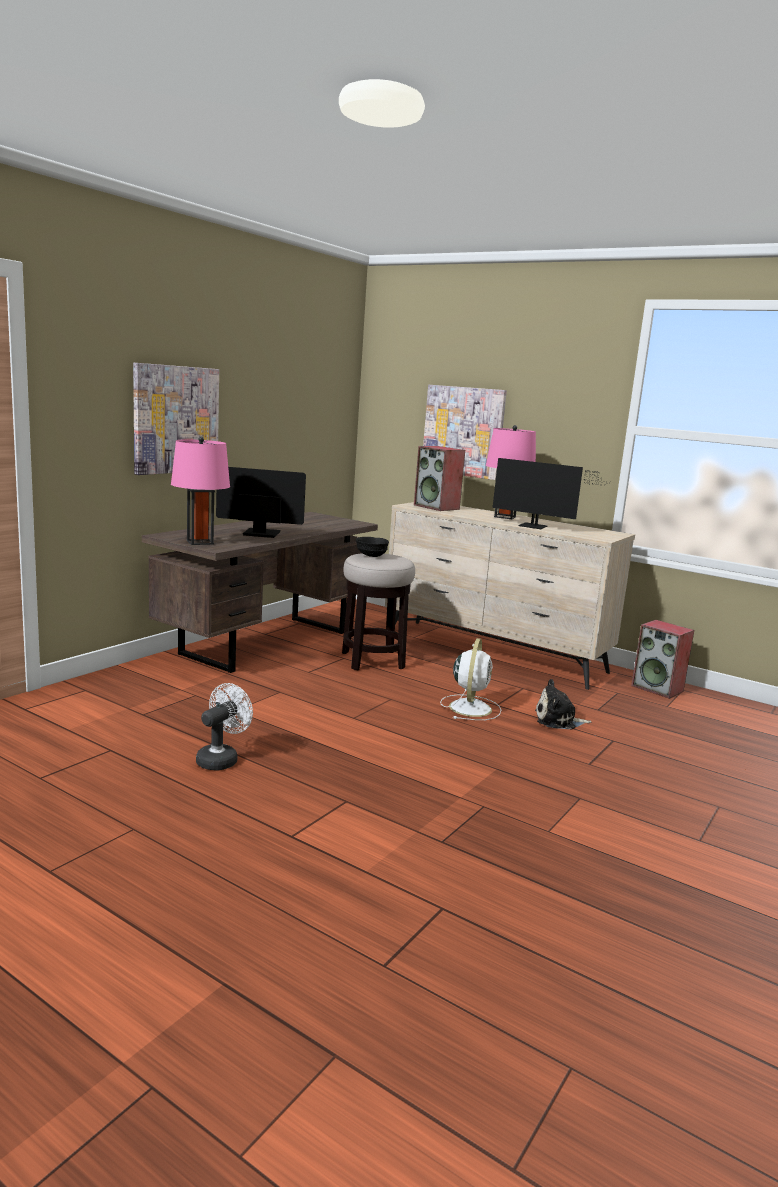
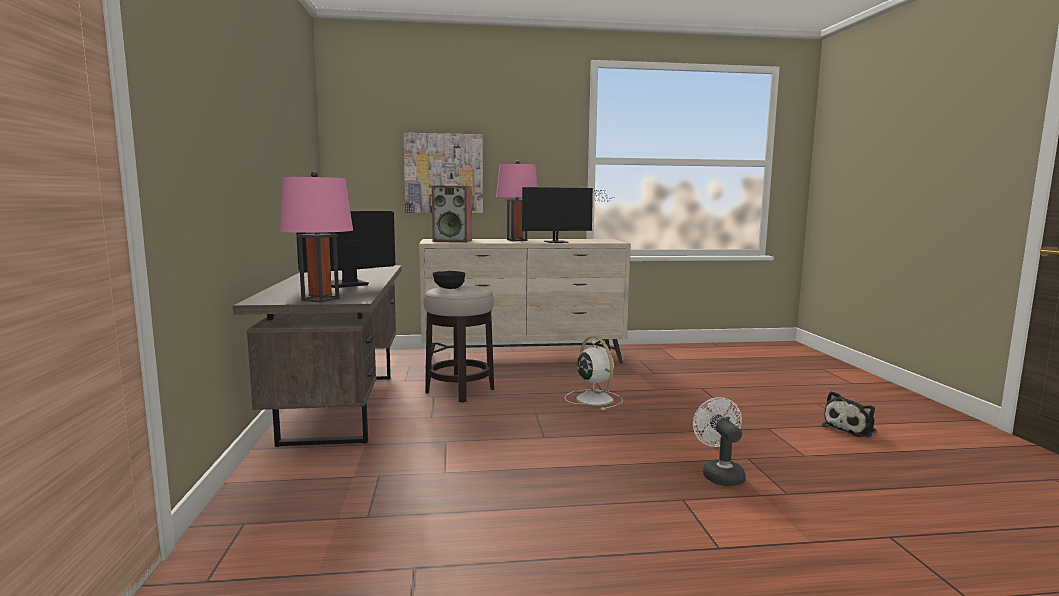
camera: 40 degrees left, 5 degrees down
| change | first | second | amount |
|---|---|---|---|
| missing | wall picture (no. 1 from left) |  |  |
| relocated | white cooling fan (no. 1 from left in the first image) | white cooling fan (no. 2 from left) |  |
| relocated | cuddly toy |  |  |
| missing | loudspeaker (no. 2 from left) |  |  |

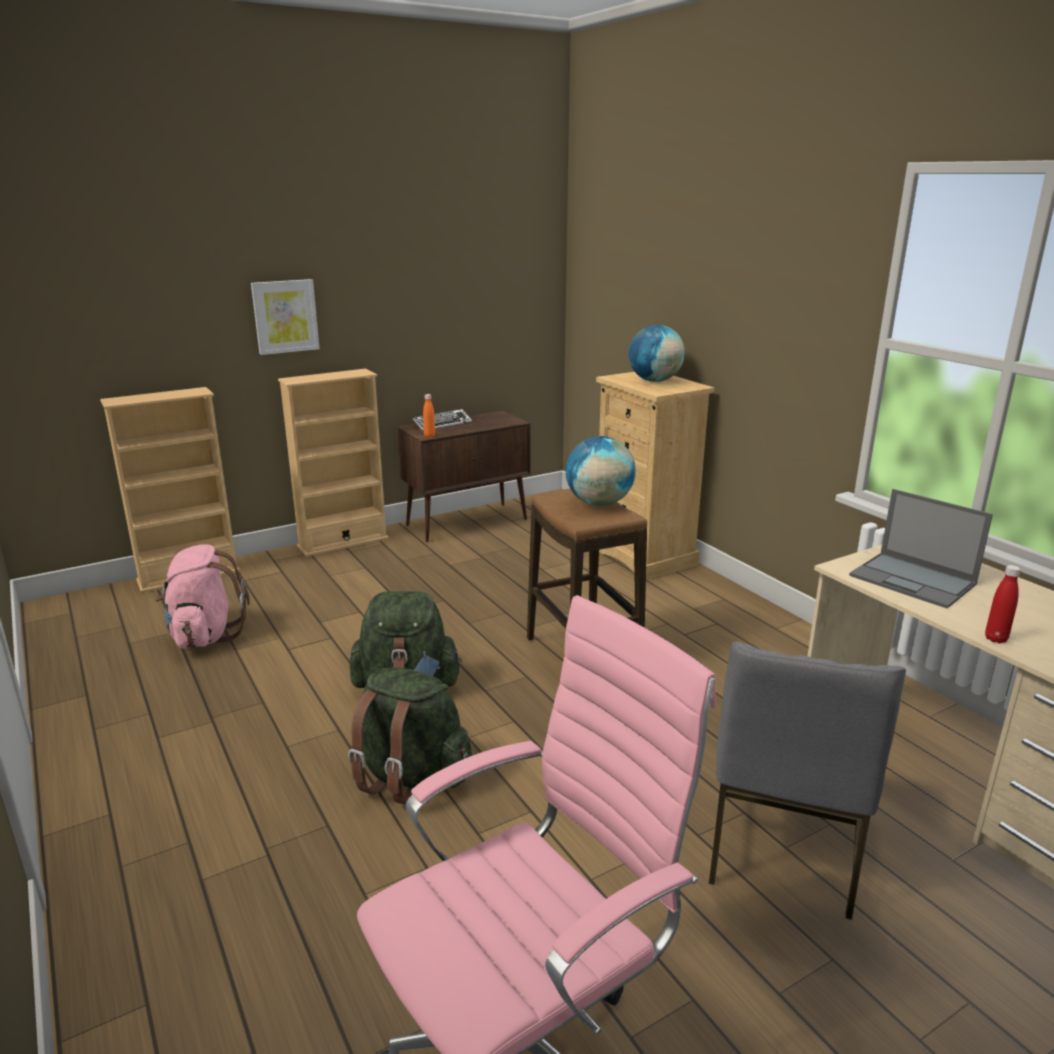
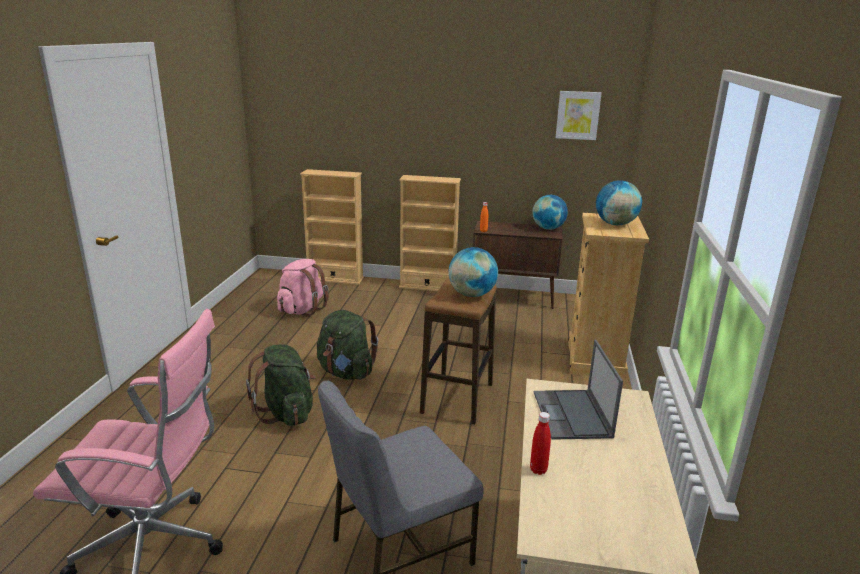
camera: 40 degrees right, 0 degrees up
| change | first | second | amount |
|---|---|---|---|
| relocated | wall picture |  |  |
| missing | computer keyboard |  |  |
| appeared |  | desk globe (no. 2 from left) |  |

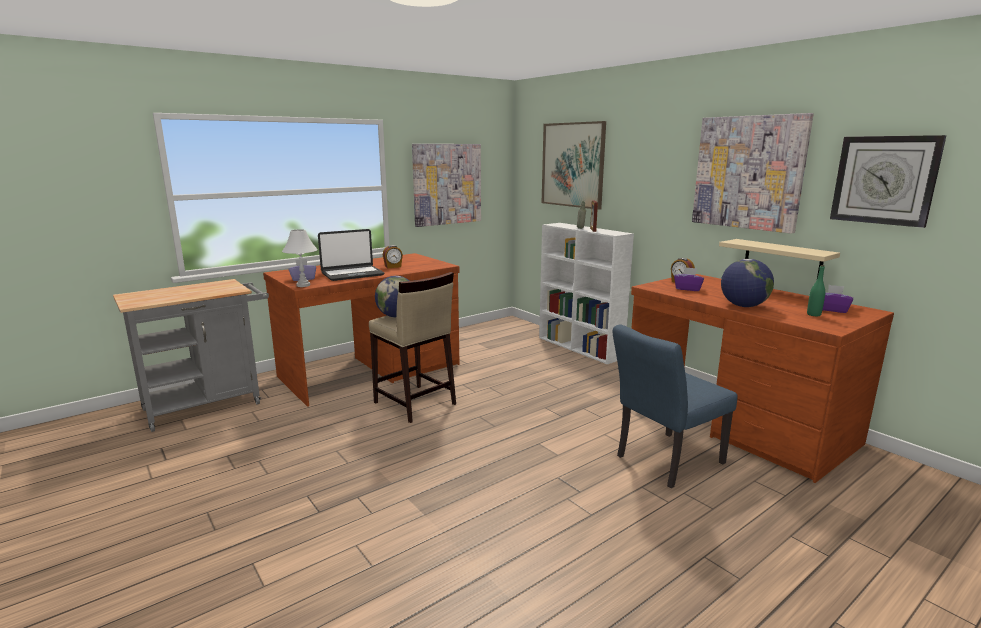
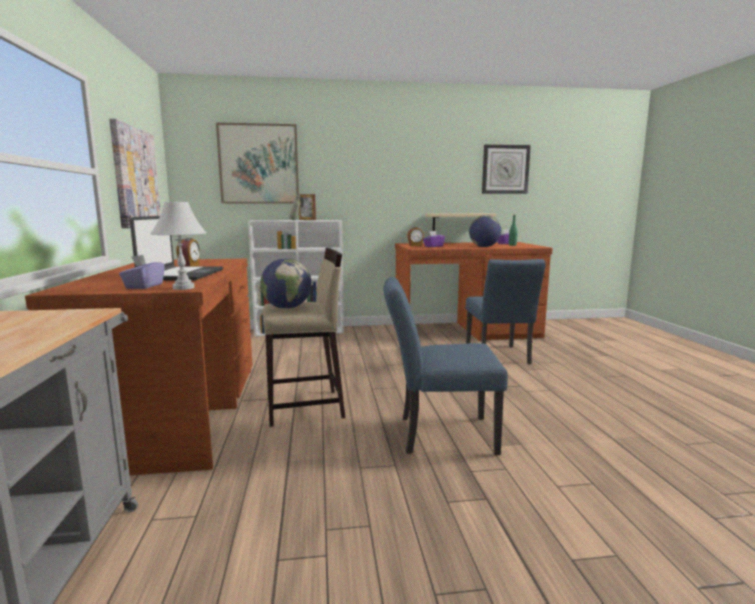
camera: 60 degrees left, 5 degrees down
| change | first | second | amount |
|---|---|---|---|
| missing | wall picture (no. 3 from left) |  |  |
| appeared |  | blue plain chair (no. 1 from left) |  |

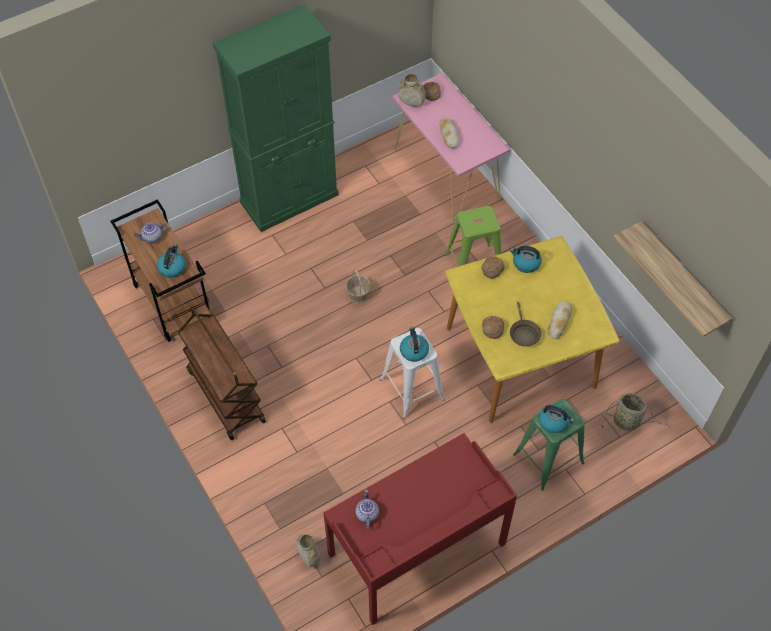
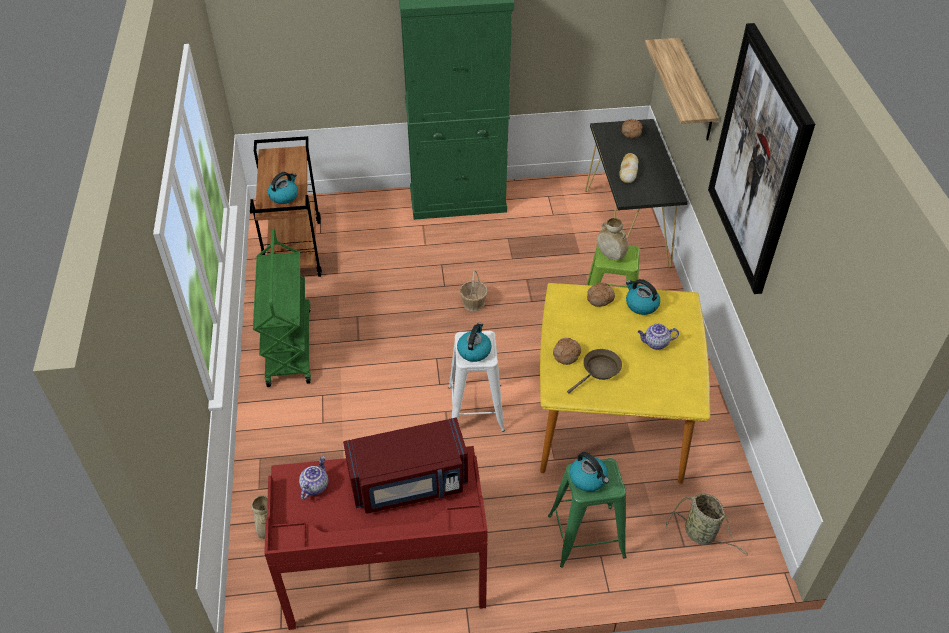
camera: 25 degrees right, 10 degrees down
| change | first | second | amount |
|---|---|---|---|
| relocated | tea pot (no. 1 from left in the first image) | tea pot (no. 2 from left) |  |
| colour | brownish trolley (no. 2 from left) | green-coloured trolley |  |
| colour | pink hall table | blackish hall table |  |
| relocated | sand-coloured decorative vase (no. 2 from left) |  |  |
| spun | brownish pan |  | 150 degrees counterclockwise |
| missing | bread (no. 5 from left) |  |  |
| relocated | wall shelf |  |  |
| appeared |  | red microwave oven |  |
| appeared |  | wall picture |  |

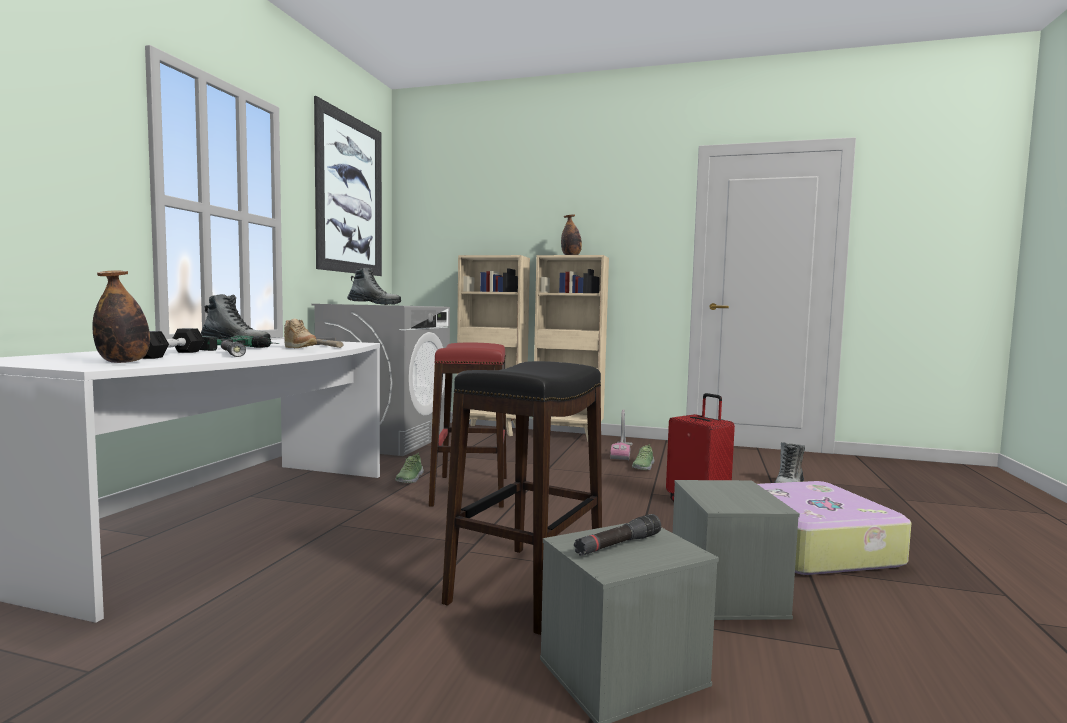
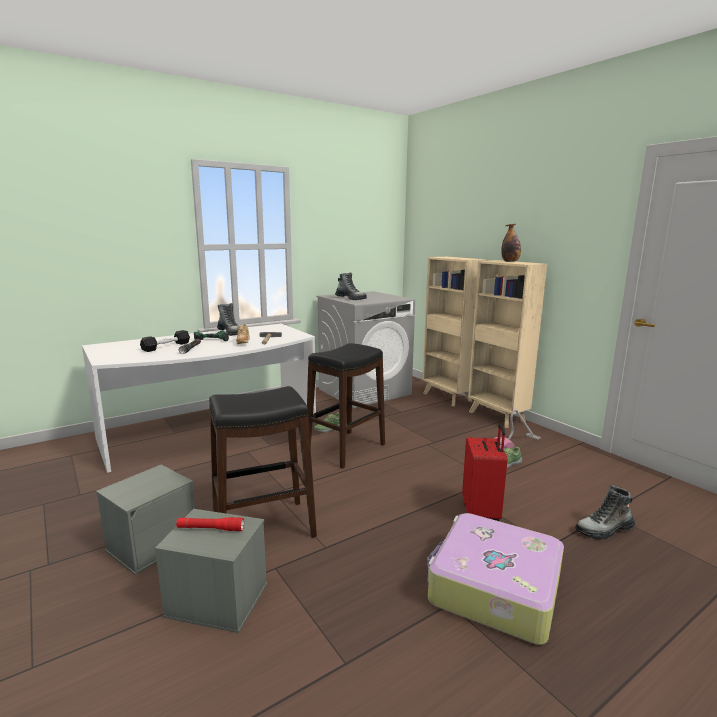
camera: 40 degrees right, 10 degrees up
| change | first | second | amount |
|---|---|---|---|
| missing | beverage bottle (no. 1 from left) |  |  |
| missing | wall picture |  |  |
| colour | red stool | blackish stool (no. 2 from left) |  |
| colour | blackish flashlight (no. 2 from left) | red flashlight |  |
| relocated | grey storage box (no. 2 from left in the first image) | grey storage box (no. 1 from left) |  |

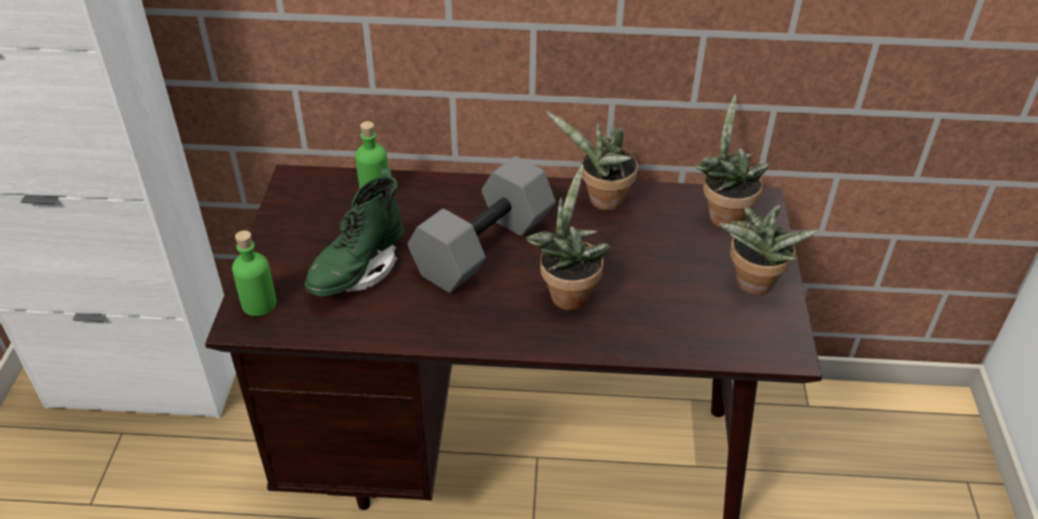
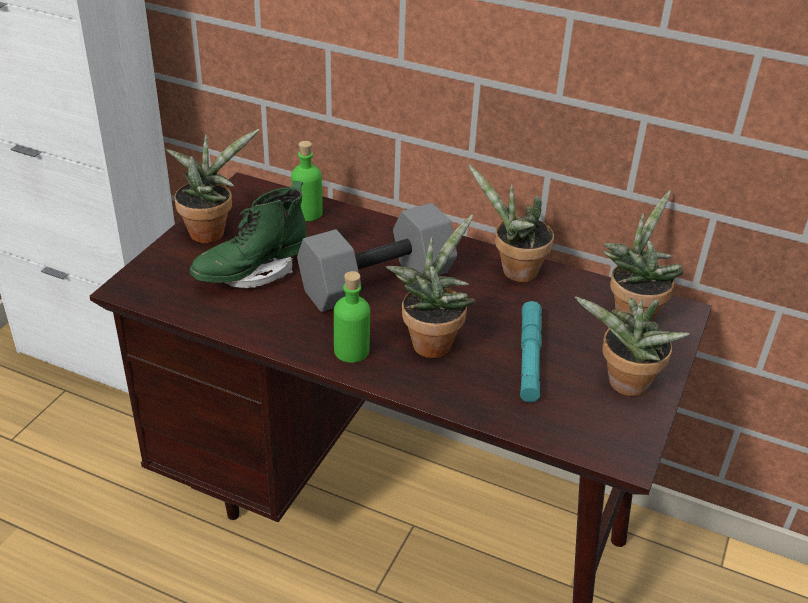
camera: 20 degrees right, 5 degrees down
| change | first | second | amount |
|---|---|---|---|
| relocated | green-coloured beverage bottle (no. 1 from left in the first image) | green-coloured beverage bottle (no. 2 from left) |  |
| appeared |  | potted plant (no. 1 from left) |  |
| appeared |  | turquoise flashlight |  |

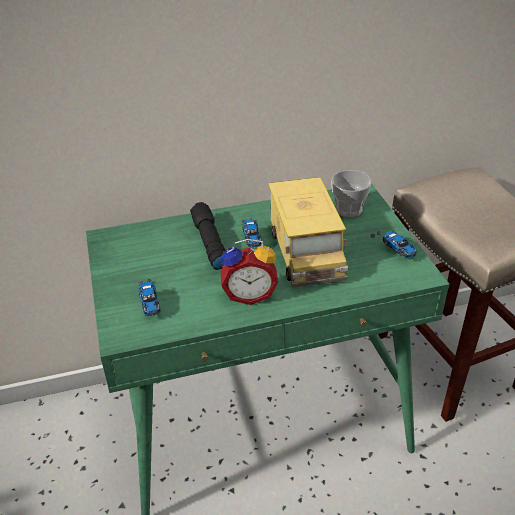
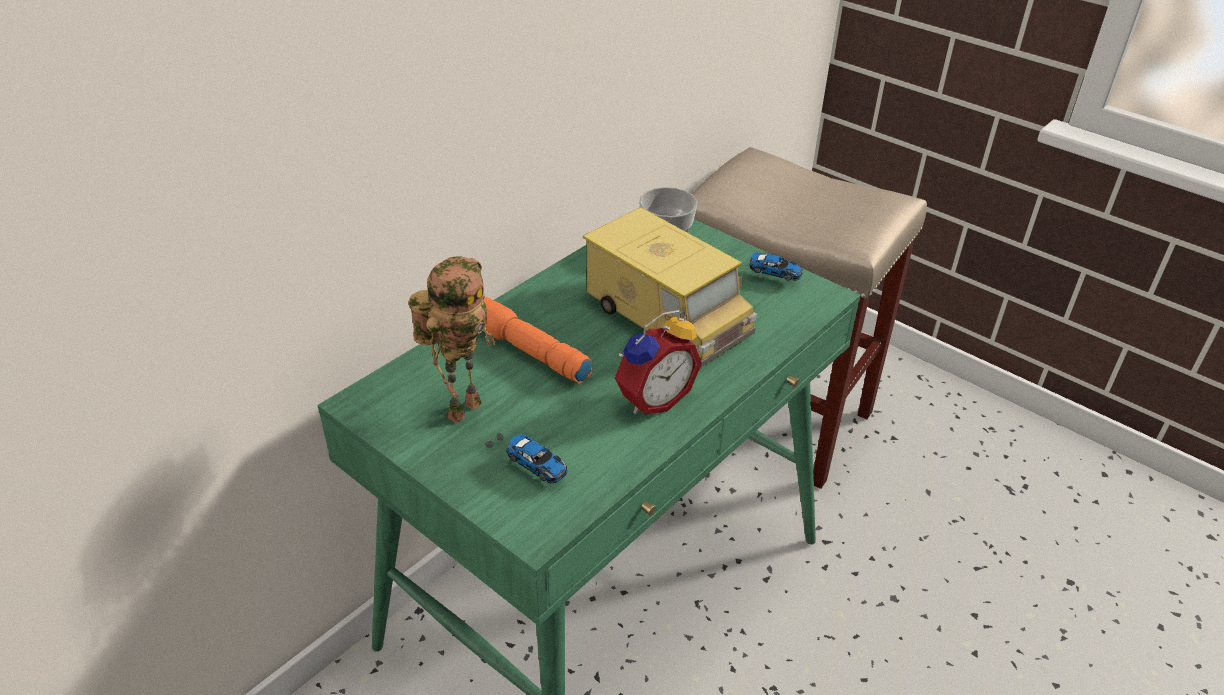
camera: 35 degrees left, 0 degrees up
| change | first | second | amount |
|---|---|---|---|
| colour | blackish flashlight | orangey flashlight |  |
| missing | model car (no. 2 from left) |  |  |
| appeared |  | toy robot |  |

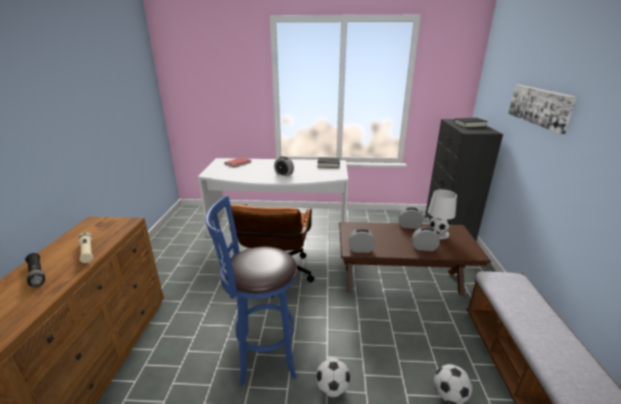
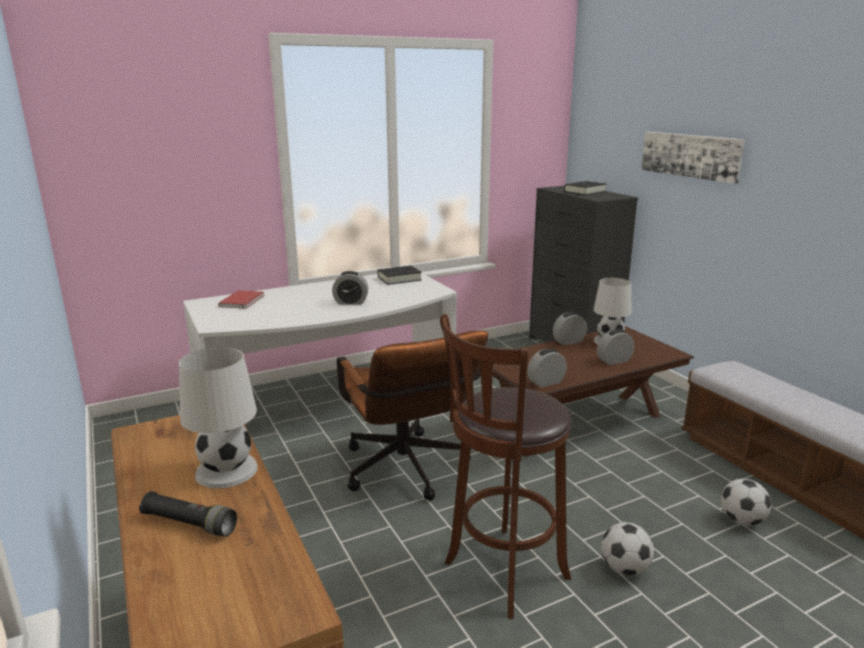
camera: 30 degrees left, 5 degrees down
| change | first | second | amount |
|---|---|---|---|
| exchanged | sand-coloured flashlight | white lamp for a table (no. 1 from left) |  |
| colour | blue stool | brownish stool |  |

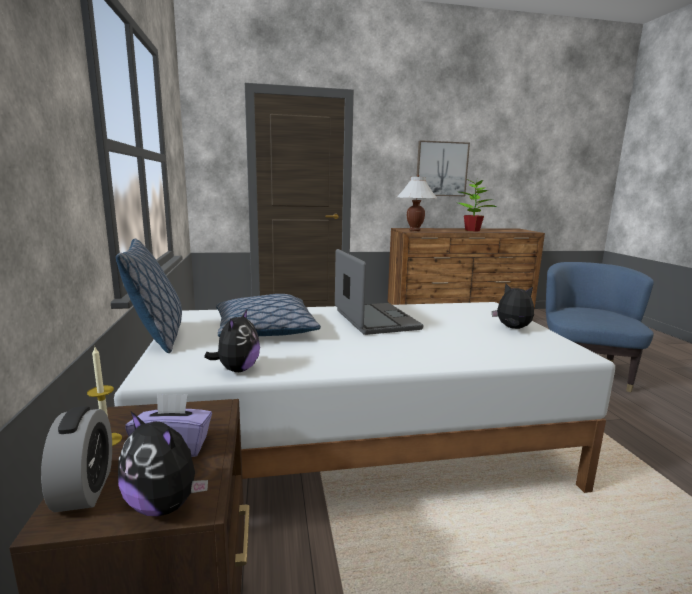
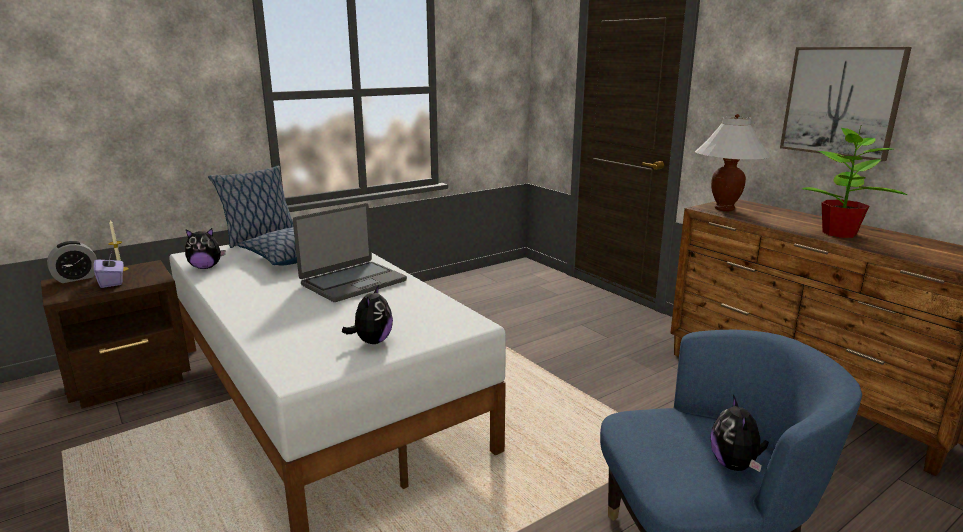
camera: 65 degrees right, 5 degrees up
| change | first | second | amount |
|---|---|---|---|
| relocated | cuddly toy (no. 1 from left in the first image) | cuddly toy (no. 3 from left) |  |

